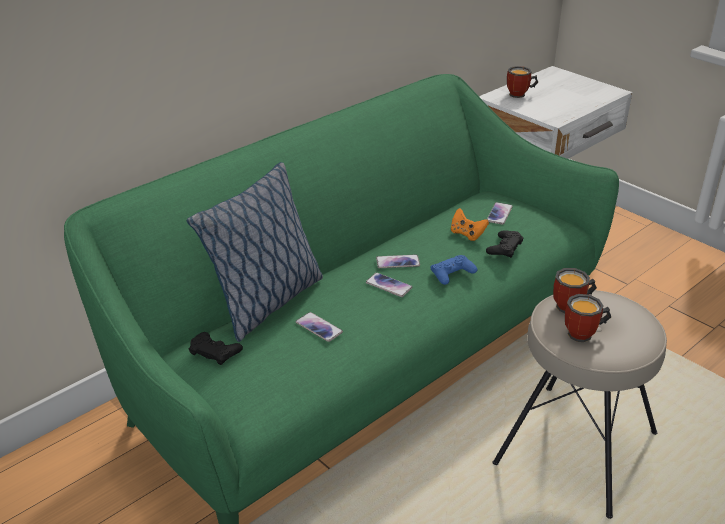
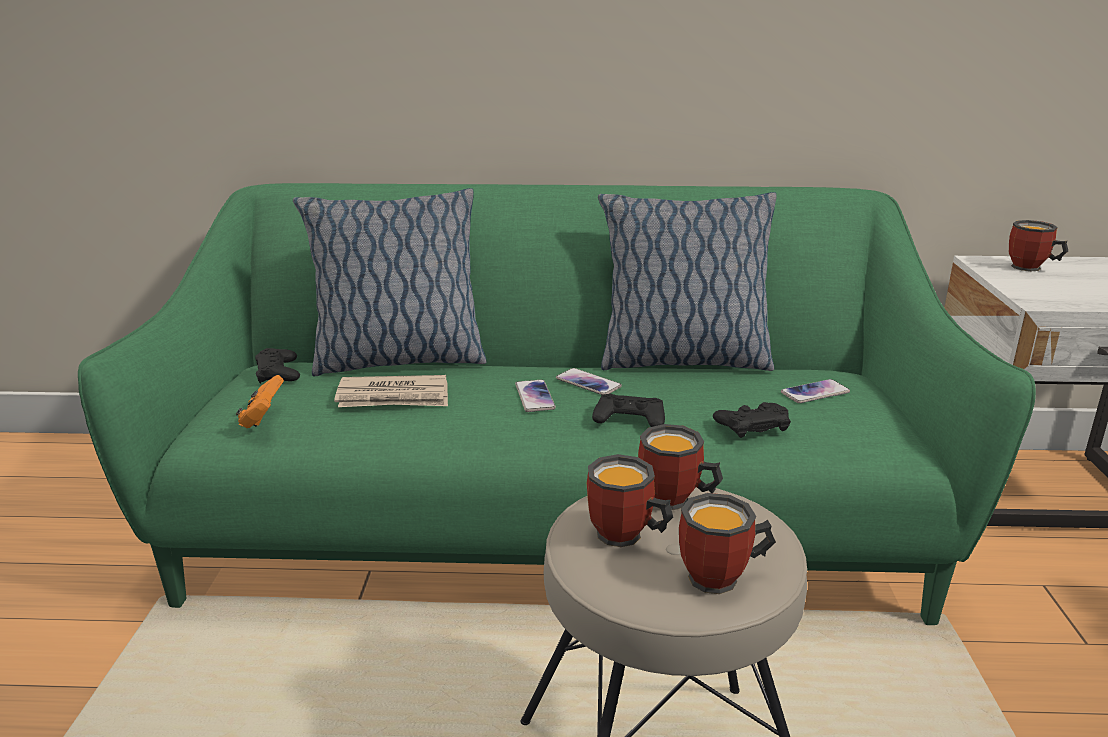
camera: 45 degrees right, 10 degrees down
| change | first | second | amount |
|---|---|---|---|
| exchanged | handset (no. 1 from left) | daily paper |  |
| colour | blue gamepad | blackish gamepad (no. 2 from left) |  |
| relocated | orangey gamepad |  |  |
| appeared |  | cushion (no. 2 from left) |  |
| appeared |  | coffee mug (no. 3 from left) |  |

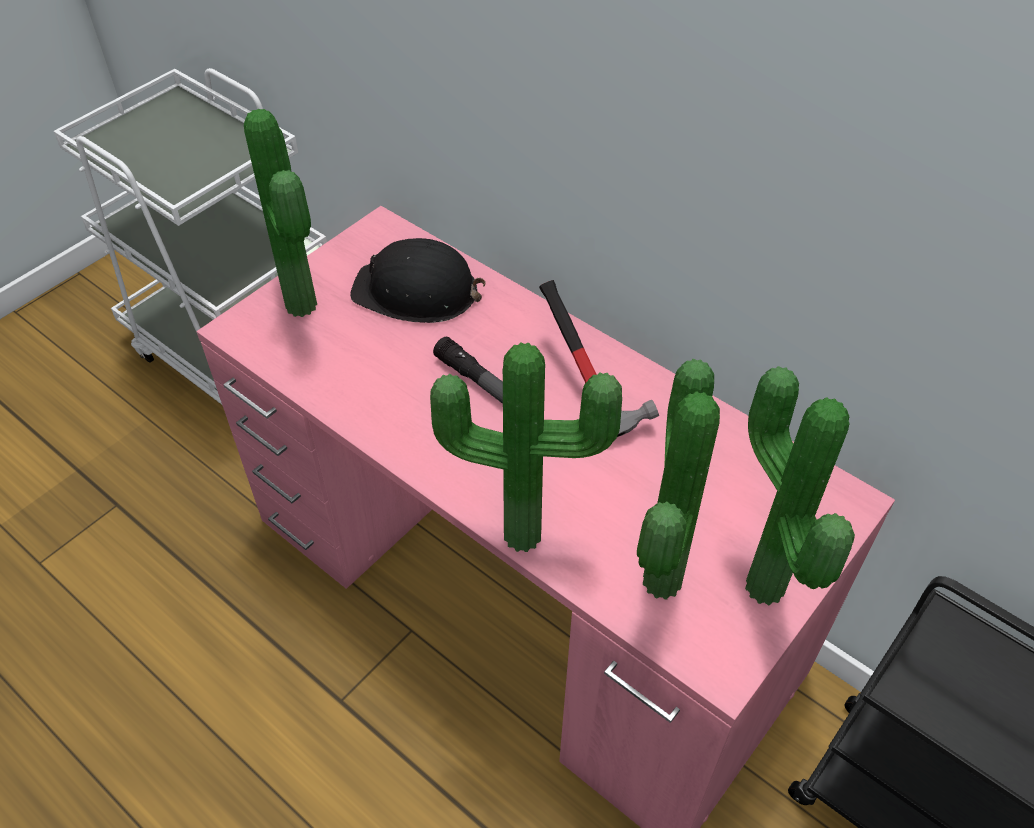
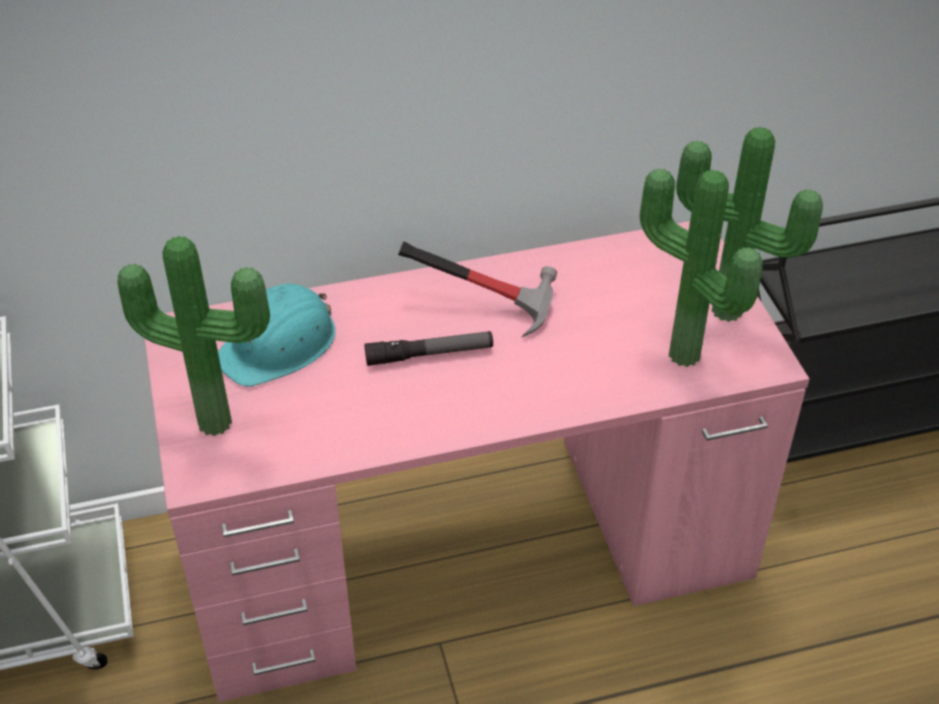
camera: 55 degrees left, 5 degrees down
| change | first | second | amount |
|---|---|---|---|
| colour | blackish safety helmet | turquoise safety helmet |  |
| missing | potted plant (no. 2 from left) |  |  |

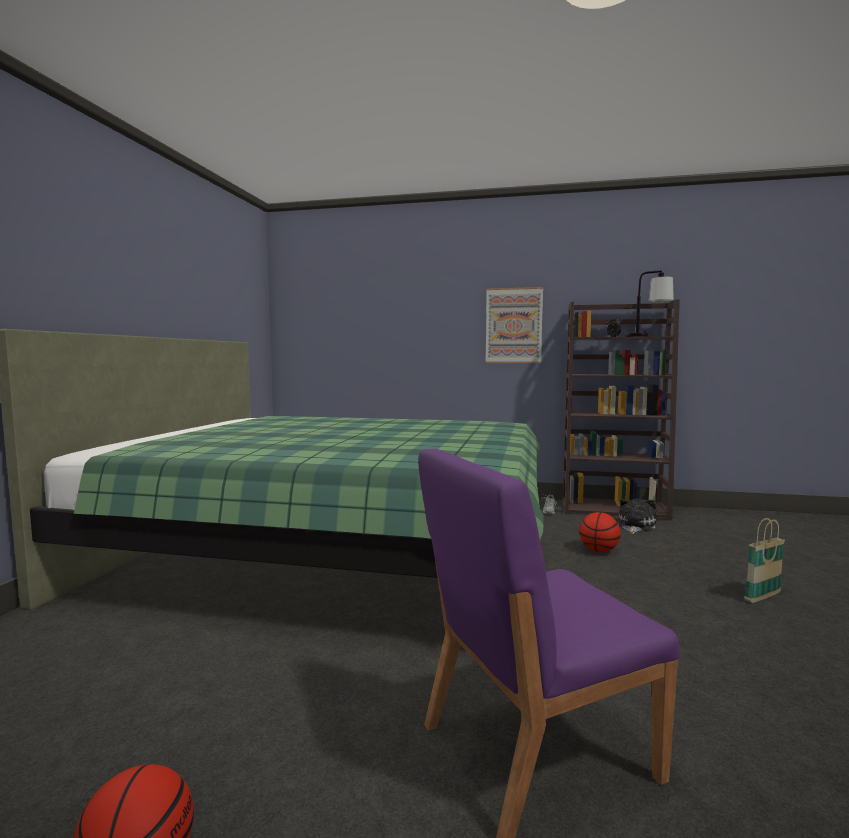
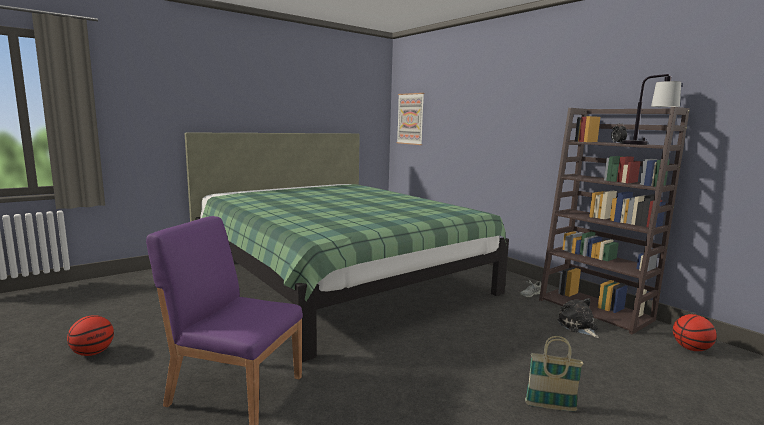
camera: 40 degrees right, 5 degrees up
| change | first | second | amount |
|---|---|---|---|
| relocated | wall picture |  |  |
| relocated | ball for basketball (no. 2 from left) |  |  |
| spun | cuddly toy |  | 90 degrees counterclockwise |

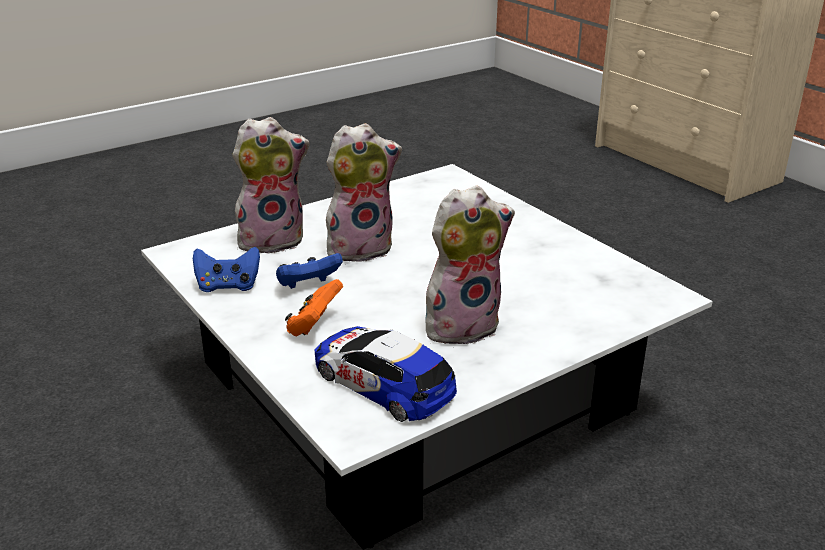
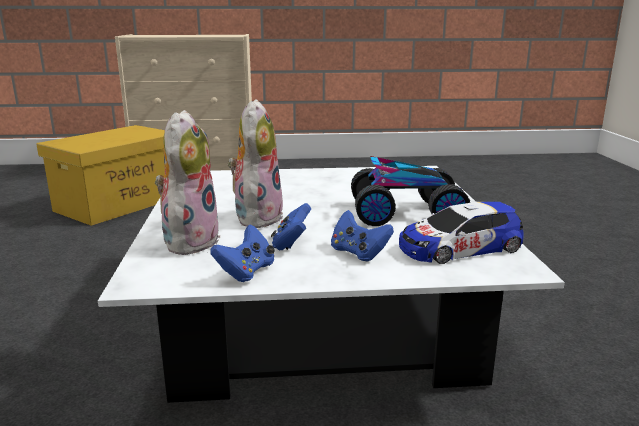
camera: 60 degrees left, 10 degrees down
| change | first | second | amount |
|---|---|---|---|
| colour | orangey gamepad | blue gamepad (no. 3 from left) |  |
| exchanged | cuddly toy (no. 3 from left) | model car (no. 1 from left) |  |
| appeared |  | yellow storage box |  |

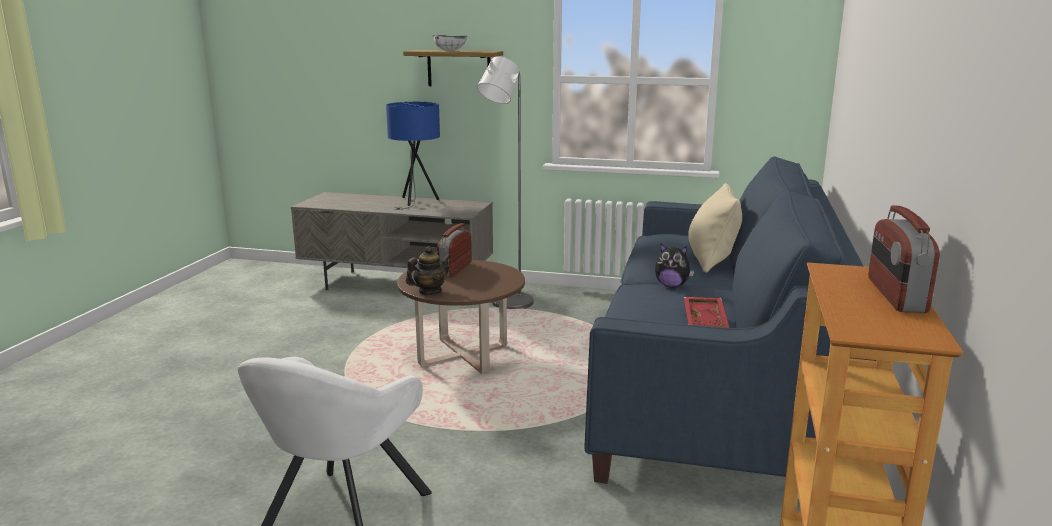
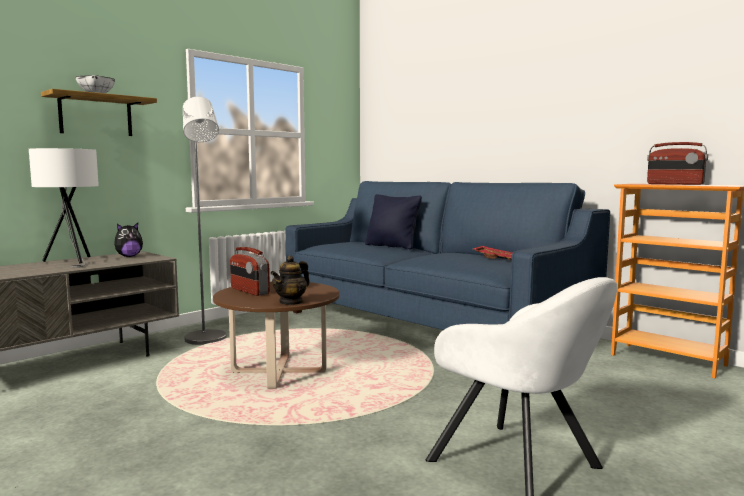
camera: 60 degrees left, 10 degrees down
| change | first | second | amount |
|---|---|---|---|
| colour | blue lamp for a table | white lamp for a table |  |
| spun | tea pot |  | 135 degrees counterclockwise |
| relocated | cuddly toy |  |  |
| colour | sand-coloured cushion | blackish cushion |  |

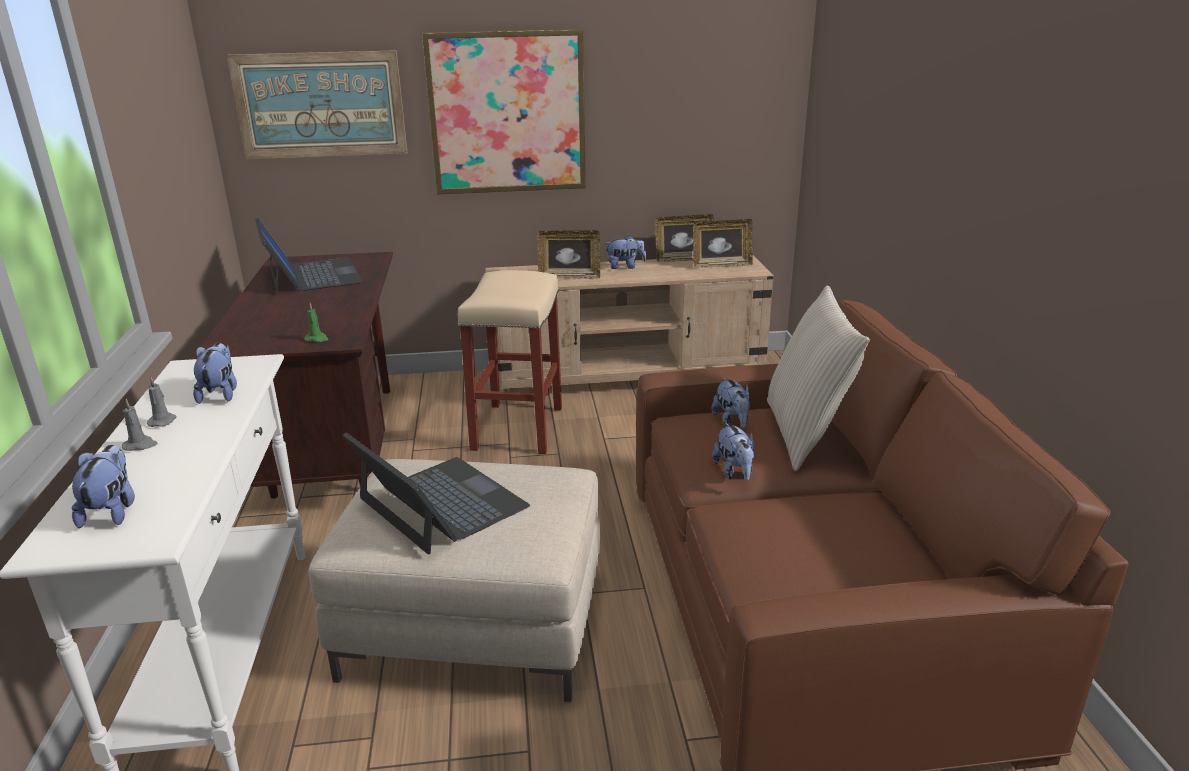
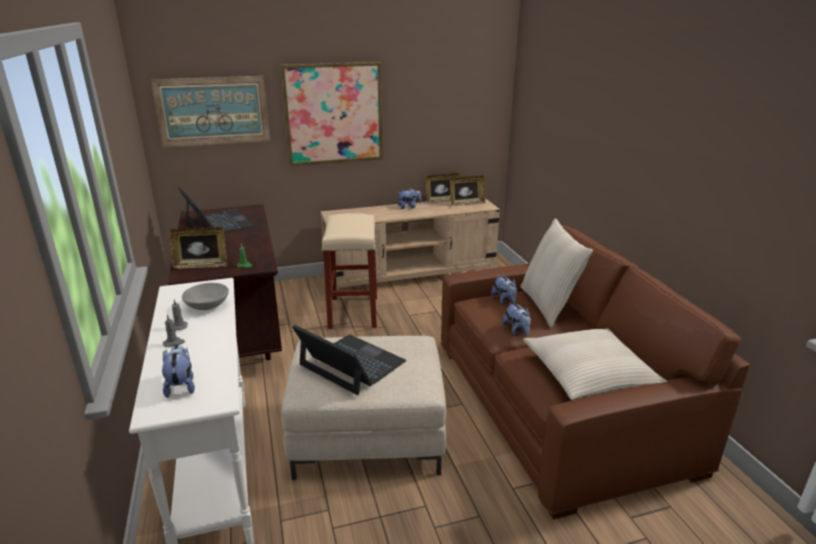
camera: 10 degrees left, 0 degrees up
| change | first | second | amount |
|---|---|---|---|
| exchanged | cuddly toy (no. 2 from left) | grey deep dish |  |
| relocated | photo frame (no. 1 from left) |  |  |
| appeared |  | sand-coloured cushion (no. 2 from left) |  |

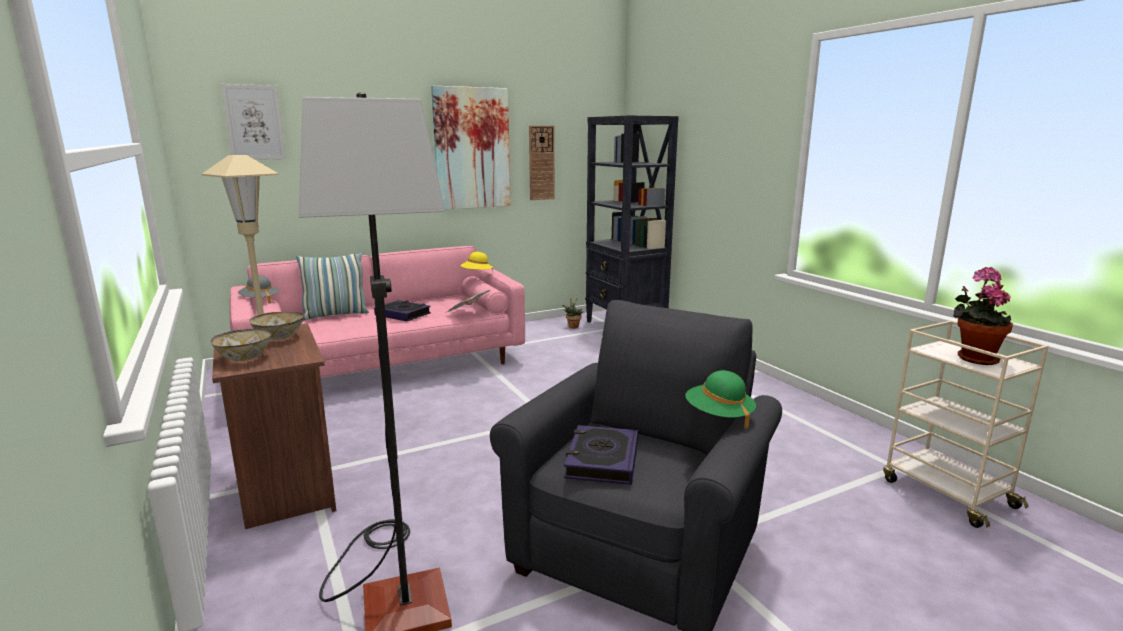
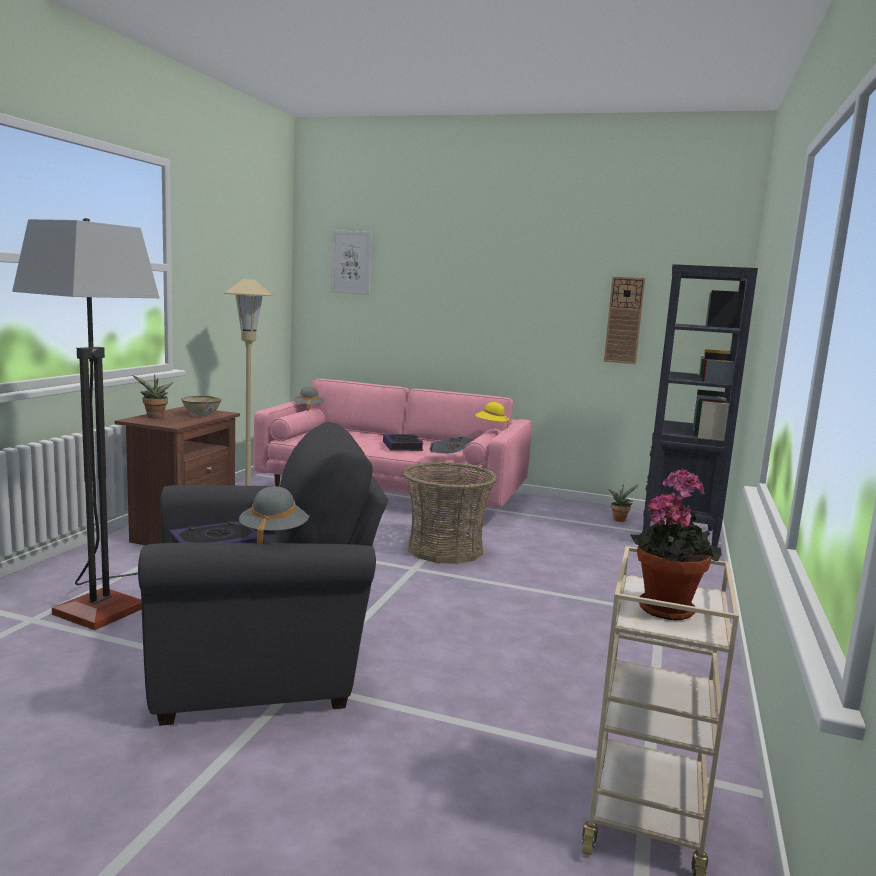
camera: 45 degrees right, 5 degrees down
| change | first | second | amount |
|---|---|---|---|
| exchanged | deep dish (no. 1 from left) | potted plant (no. 1 from left) |  |
| missing | cushion |  |  |
| missing | wall picture (no. 2 from left) |  |  |
| colour | green-coloured hat | grey hat (no. 1 from left) |  |
| appeared |  | household basket |  |

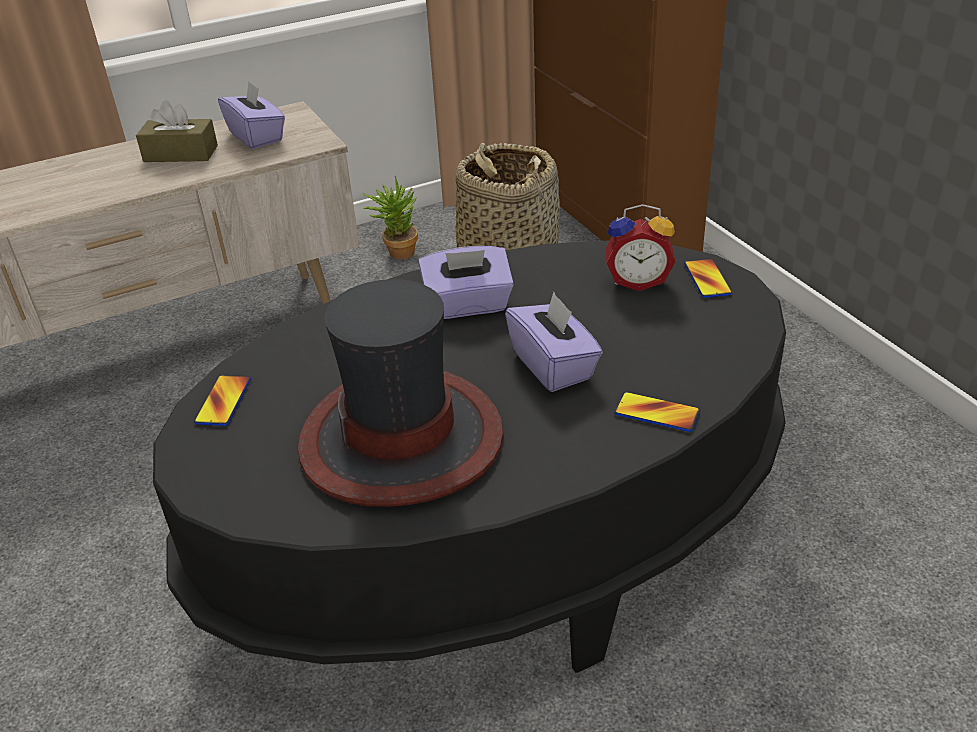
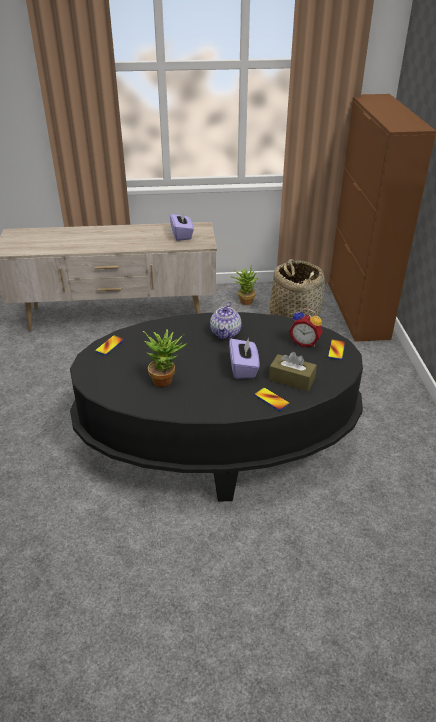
camera: 20 degrees right, 0 degrees up
| change | first | second | amount |
|---|---|---|---|
| relocated | brownish tissue box |  |  |
| exchanged | hat | potted plant (no. 1 from left) |  |
| exchanged | purplish tissue box (no. 2 from left) | tea pot |  |

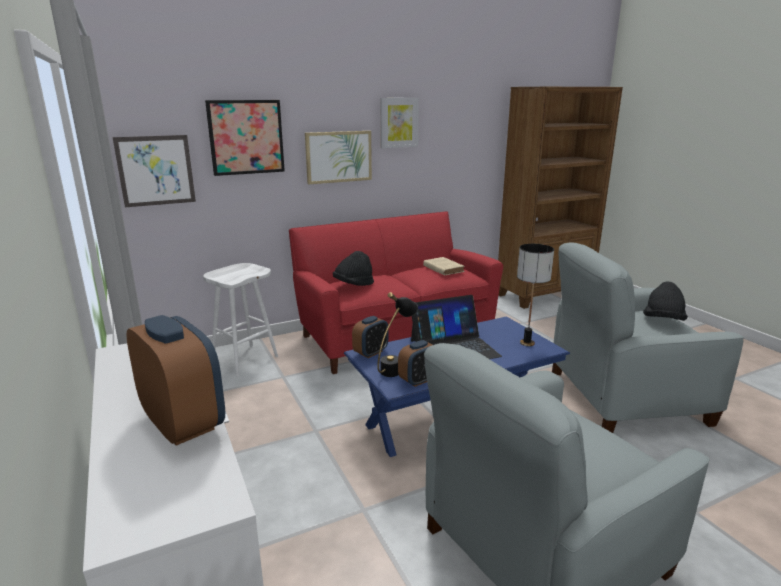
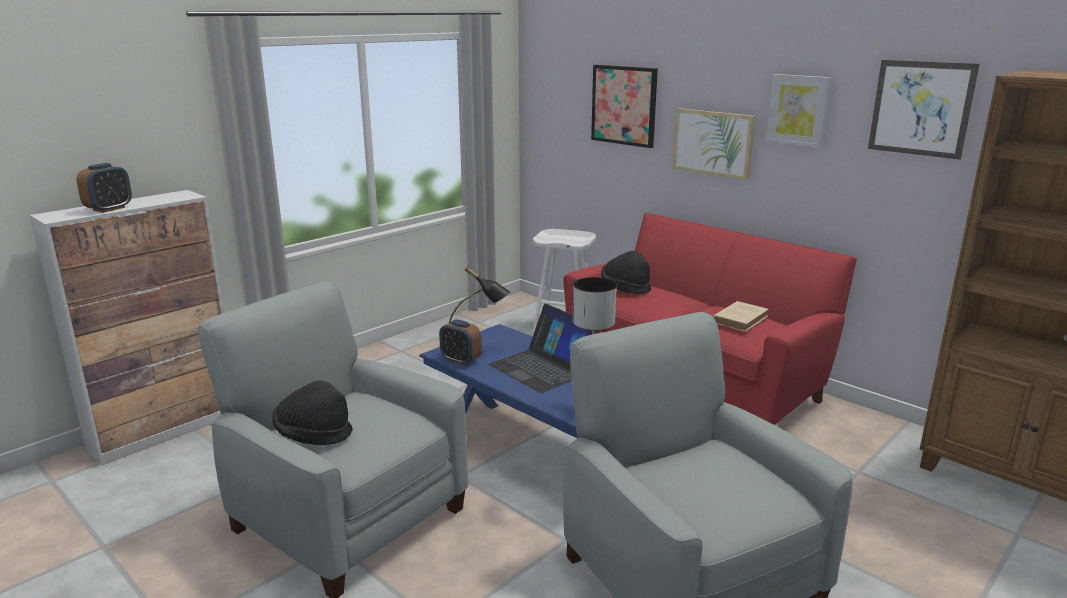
camera: 70 degrees right, 0 degrees up
| change | first | second | amount |
|---|---|---|---|
| relocated | wall picture (no. 1 from left in the first image) | wall picture (no. 4 from left) |  |
| missing | bedside clock (no. 2 from left) |  |  |
| relocated | blackish hat (no. 2 from left in the first image) | blackish hat (no. 1 from left) |  |

